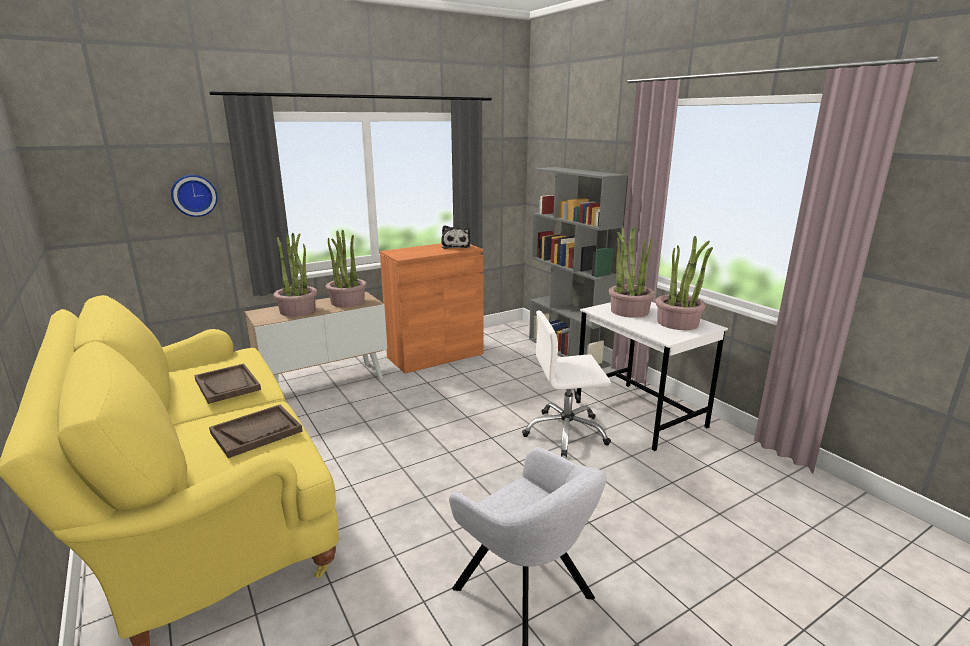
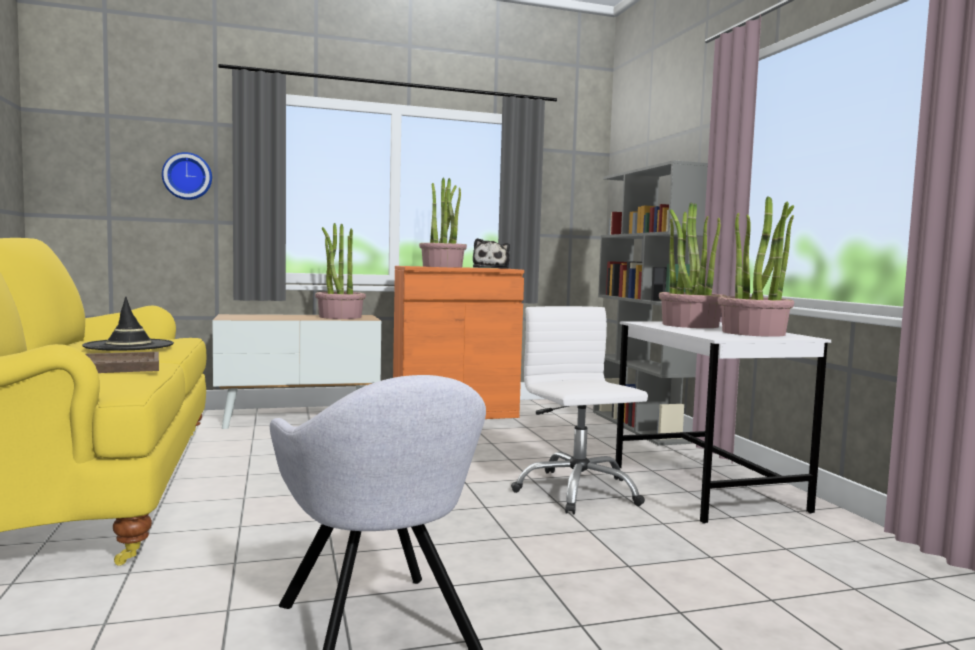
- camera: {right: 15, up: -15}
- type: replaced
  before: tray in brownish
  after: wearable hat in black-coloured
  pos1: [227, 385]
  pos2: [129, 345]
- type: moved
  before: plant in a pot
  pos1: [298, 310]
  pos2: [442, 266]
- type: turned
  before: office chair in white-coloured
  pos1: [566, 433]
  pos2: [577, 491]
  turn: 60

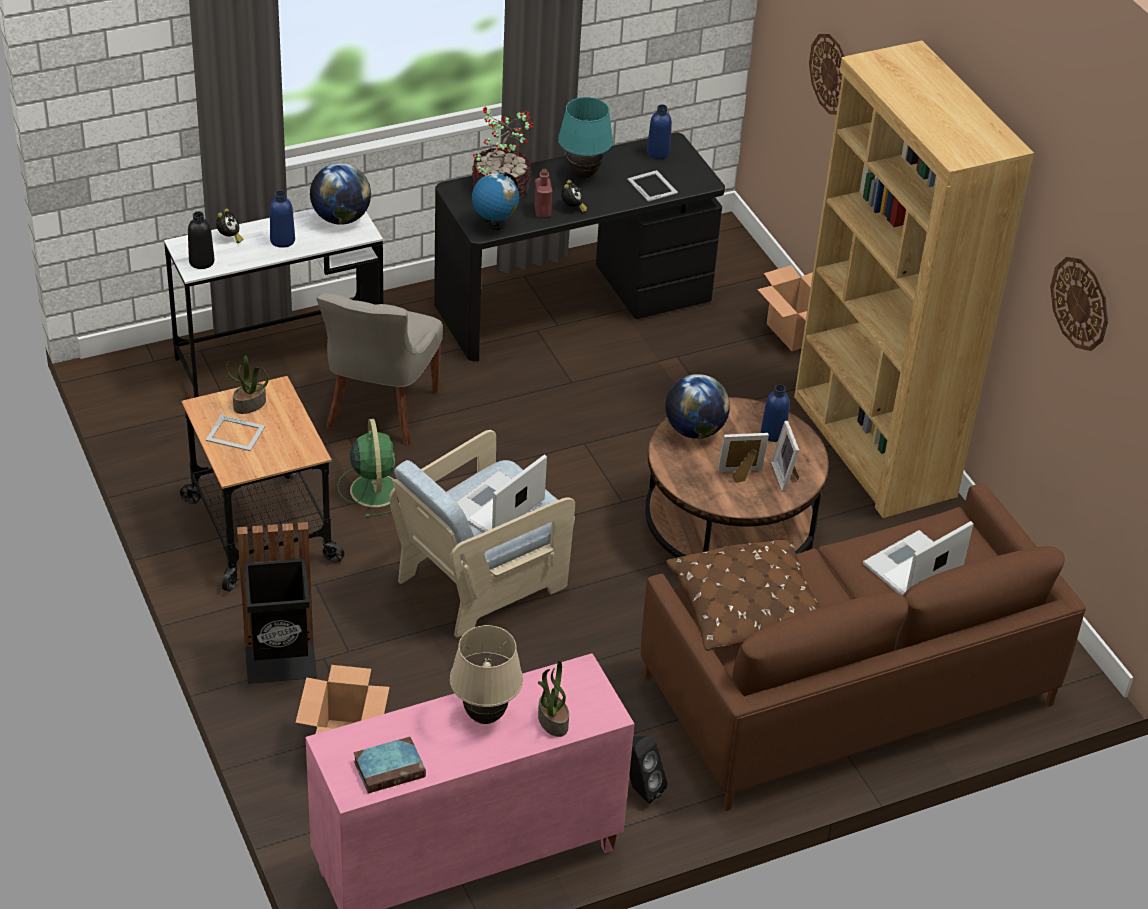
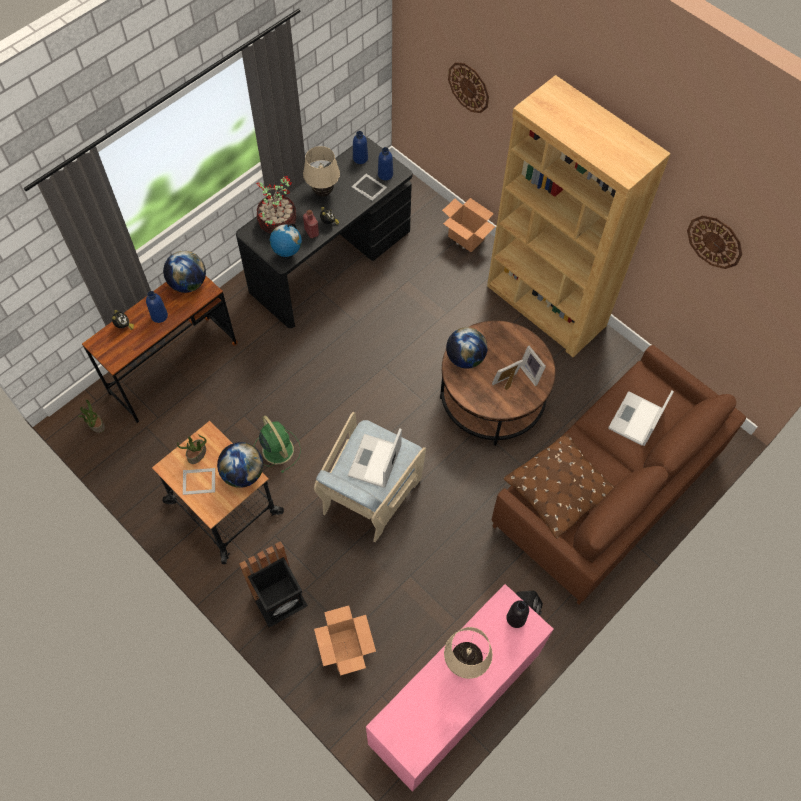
- camera: {right: -20, up: 20}
- type: moved
  before: plant in a pot
  pos1: [552, 721]
  pos2: [95, 425]
- type: recoloured
  before: desk unit in white-coloured
  after: desk unit in brownish
  pos1: [280, 357]
  pos2: [173, 368]
- type: added
  after: desk globe
  pos2: [243, 473]
- type: recoloured
  before: table lamp in turquoise-coloured
  after: table lamp in beige-coloured
  pos1: [583, 175]
  pos2: [323, 193]
- type: moved
  before: bottle in blue
  pos1: [773, 433]
  pos2: [385, 174]
- type: moved
  before: bottle in black-coloured
  pos1: [201, 262]
  pos2: [516, 618]
- type: removed
  before: plain chair in greyish
  pos1: [379, 411]
- type: removed
  before: volume
  pos1: [390, 768]

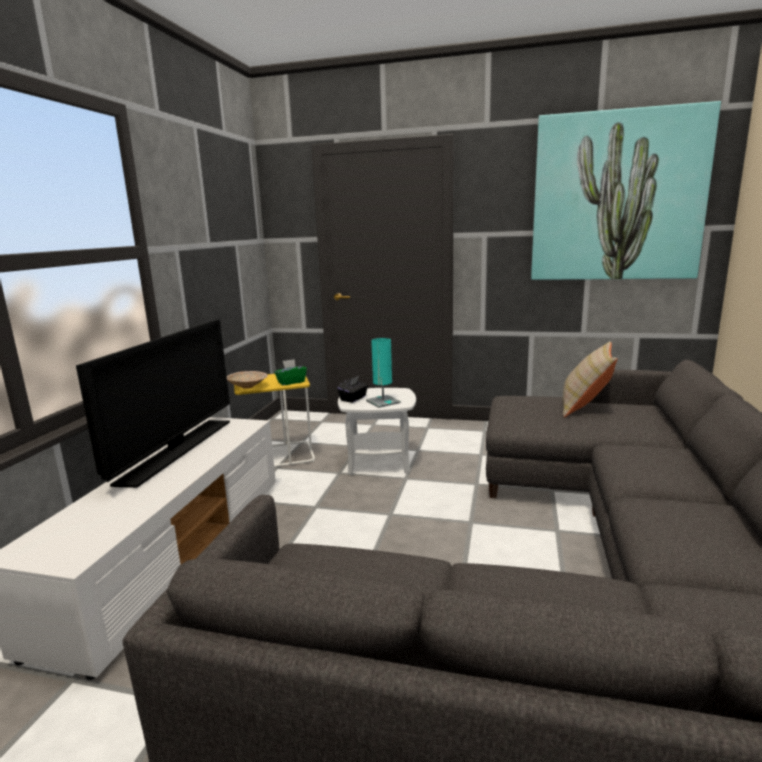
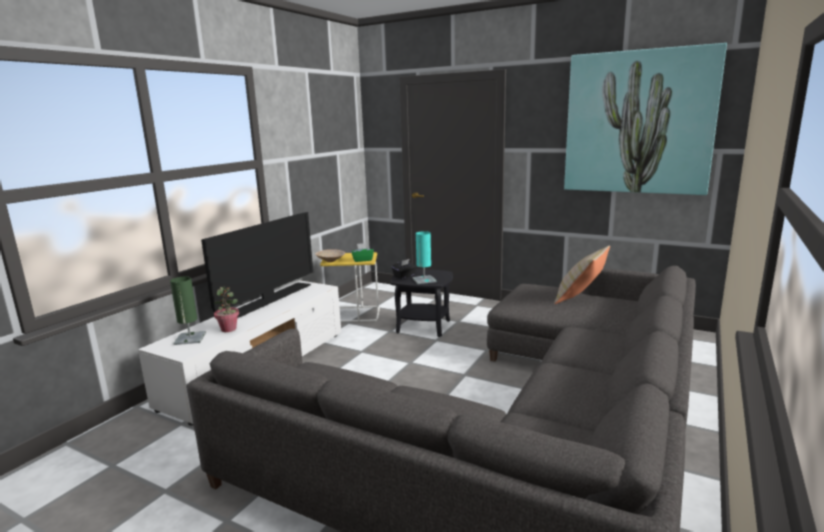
- camera: {right: 15, up: 0}
- type: added
  after: table lamp in greenish
  pos2: [190, 338]
- type: added
  after: plant in a pot
  pos2: [229, 329]
- type: recoloured
  before: side table in white-coloured
  after: side table in black-coloured
  pos1: [379, 462]
  pos2: [423, 327]

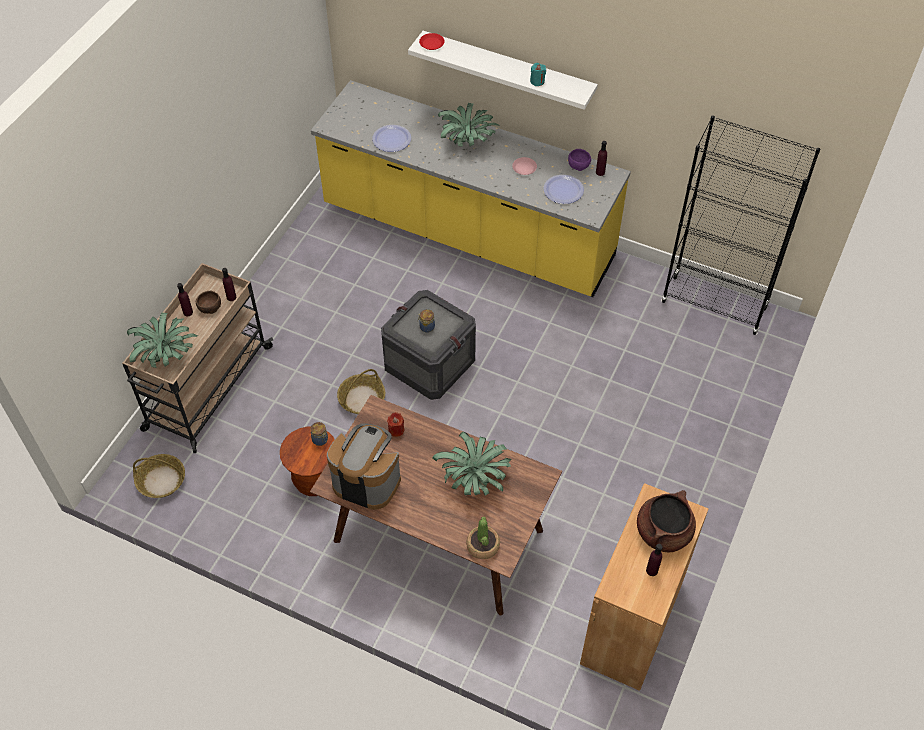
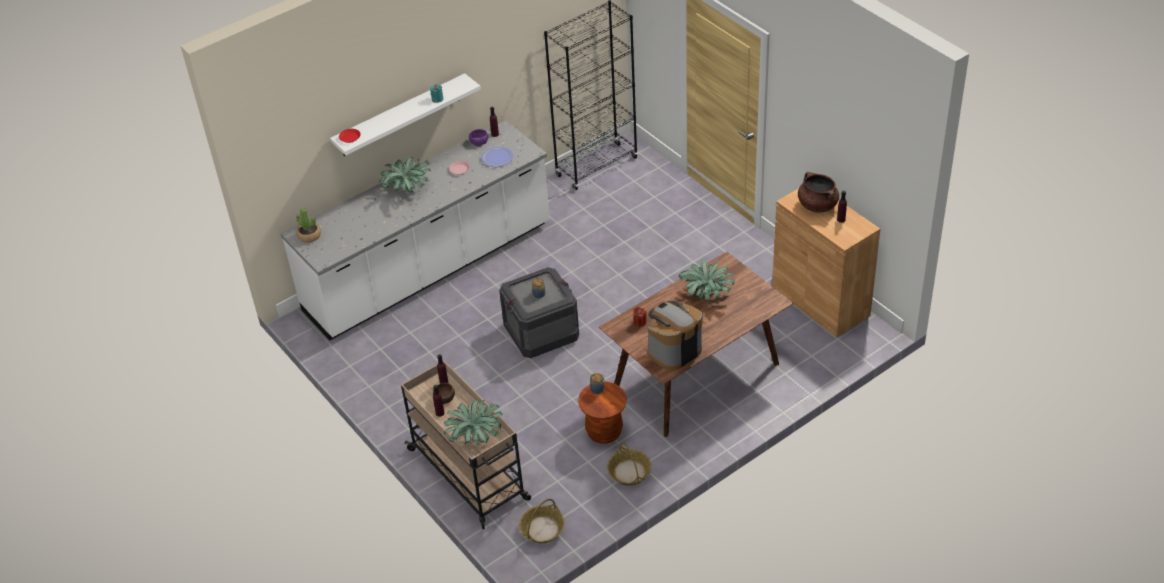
- camera: {right: -60, up: -10}
- type: recoloured
  before: counter in yellow
  after: counter in white-coloured
  pos1: [467, 233]
  pos2: [429, 269]
- type: moved
  before: plant in a pot
  pos1: [483, 545]
  pos2: [309, 235]
- type: moved
  before: basket
  pos1: [362, 399]
  pos2: [629, 472]
- type: removed
  before: flat dish
  pos1: [391, 139]

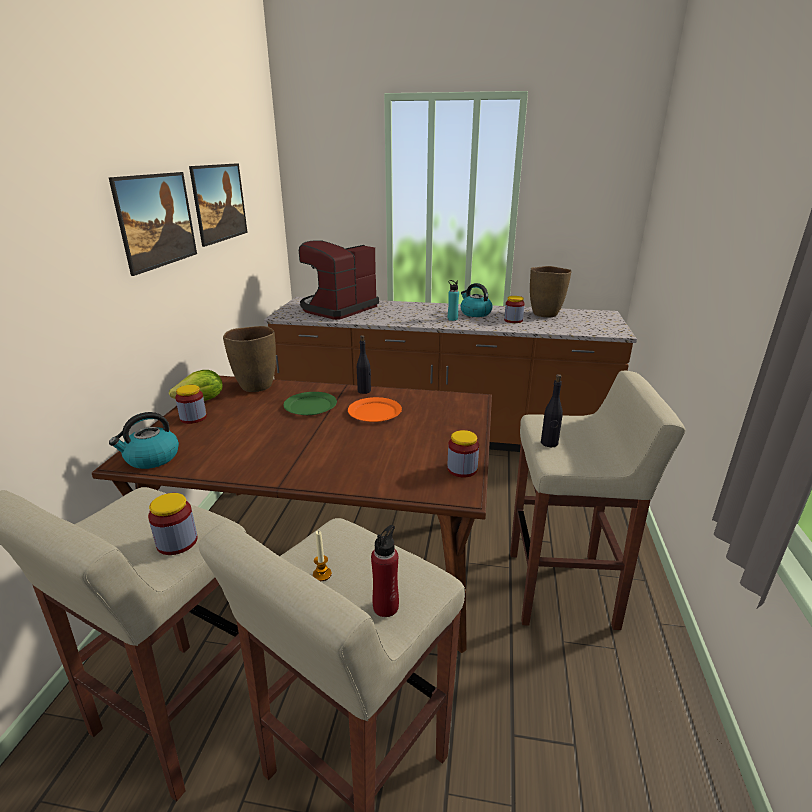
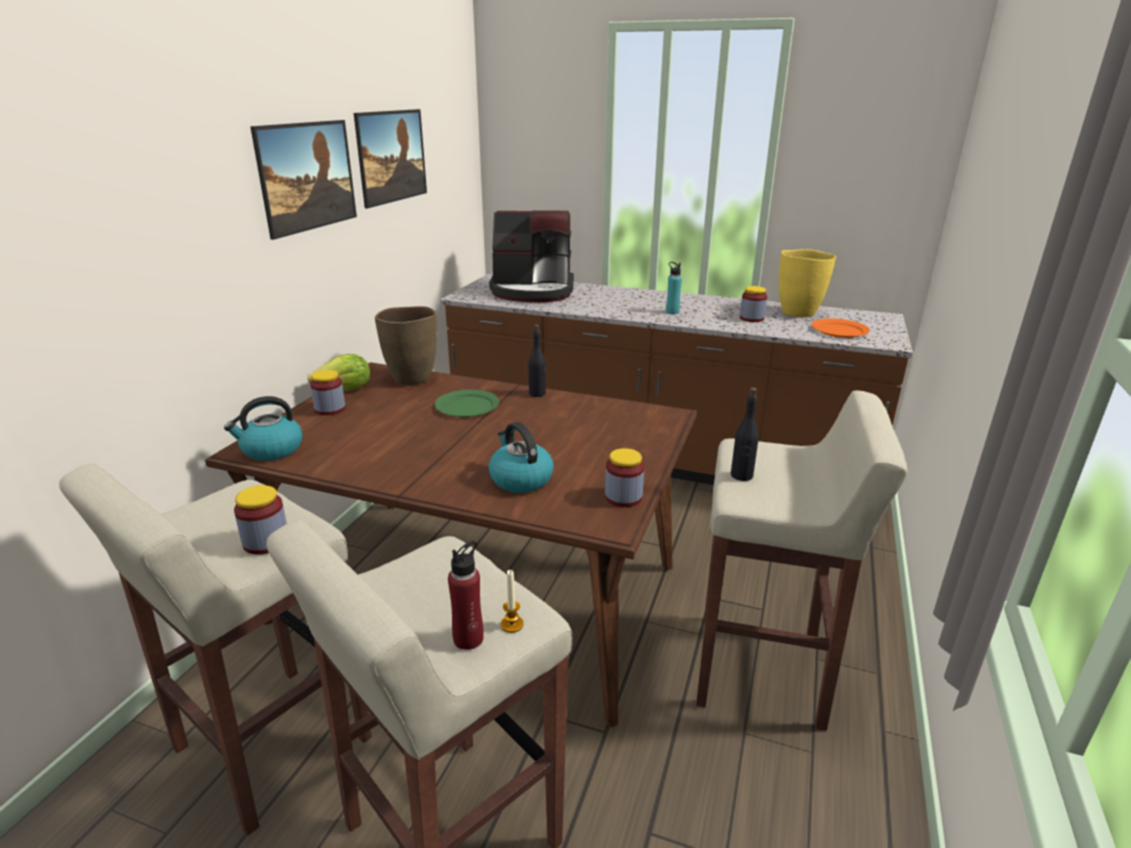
- camera: {right: 10, up: 0}
- type: turned
  before: coffee maker
  pos1: [338, 308]
  pos2: [533, 291]
  turn: -135
- type: moved
  before: water kettle
  pos1: [475, 313]
  pos2: [520, 479]
- type: moved
  before: candle
  pos1: [322, 574]
  pos2: [512, 624]
- type: recoloured
  before: flower vase in brownish
  after: flower vase in yellow
  pos1: [545, 314]
  pos2: [798, 313]
- type: moved
  before: flat dish in orangey
  pos1: [374, 412]
  pos2: [839, 330]

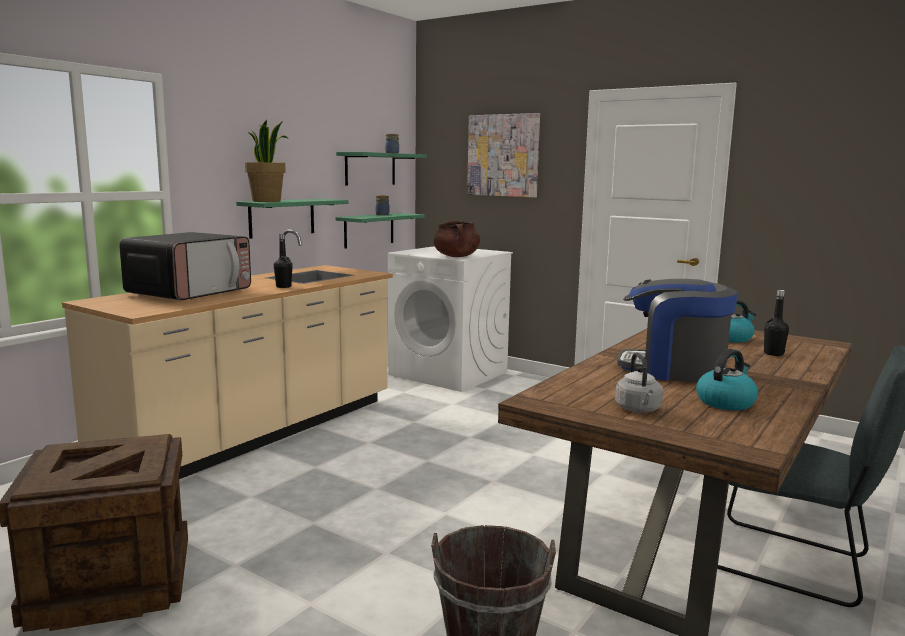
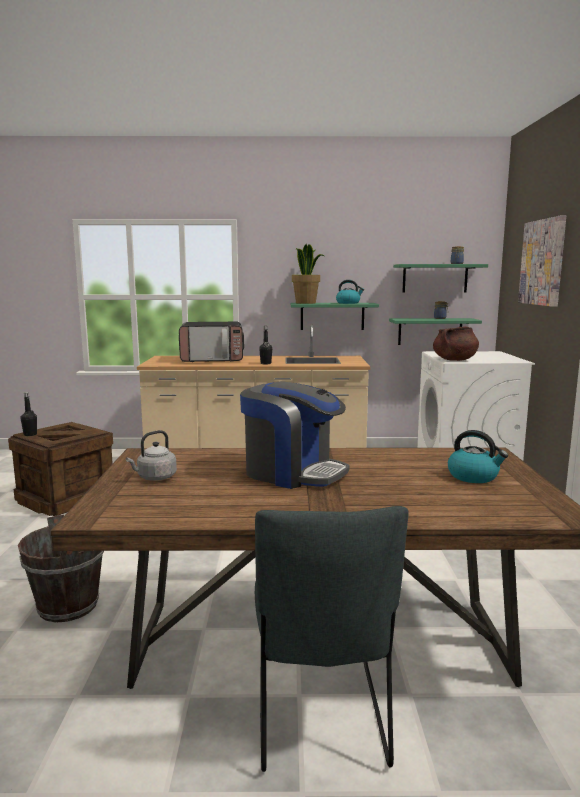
- camera: {right: 55, up: 0}
- type: moved
  before: bottle in black-coloured
  pos1: [773, 354]
  pos2: [30, 434]
- type: turned
  before: coffee maker
  pos1: [673, 370]
  pos2: [293, 472]
  turn: 135
- type: moved
  before: water kettle
  pos1: [725, 402]
  pos2: [348, 303]

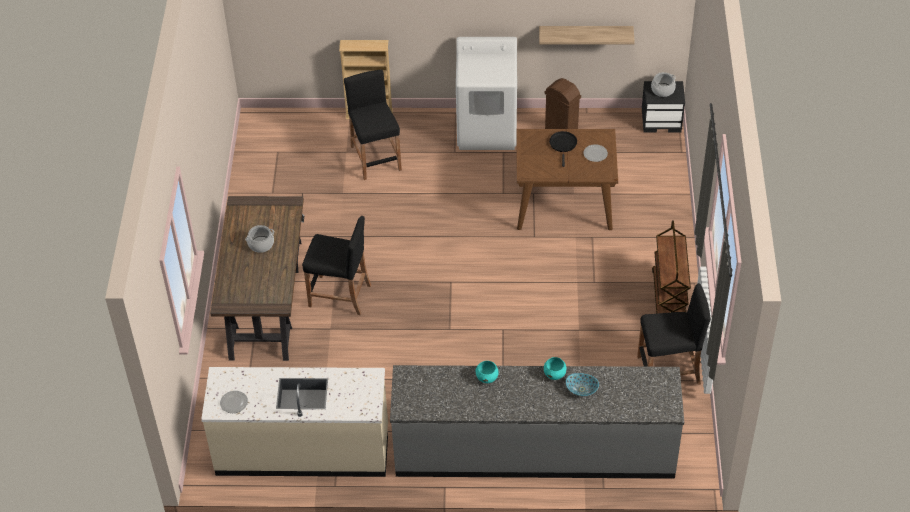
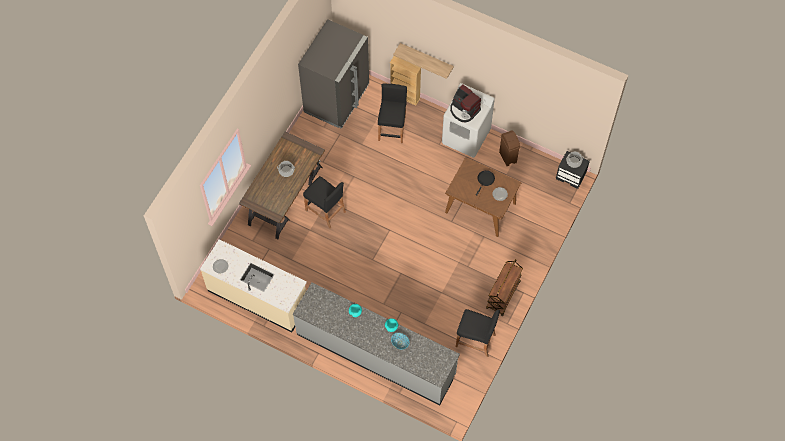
- camera: {right: 25, up: 15}
- type: added
  after: refrigerator in greyish
  pos2: [337, 99]
- type: moved
  before: bracket shelf
  pos1: [585, 34]
  pos2: [426, 58]
- type: added
  after: coffee maker
  pos2: [464, 110]

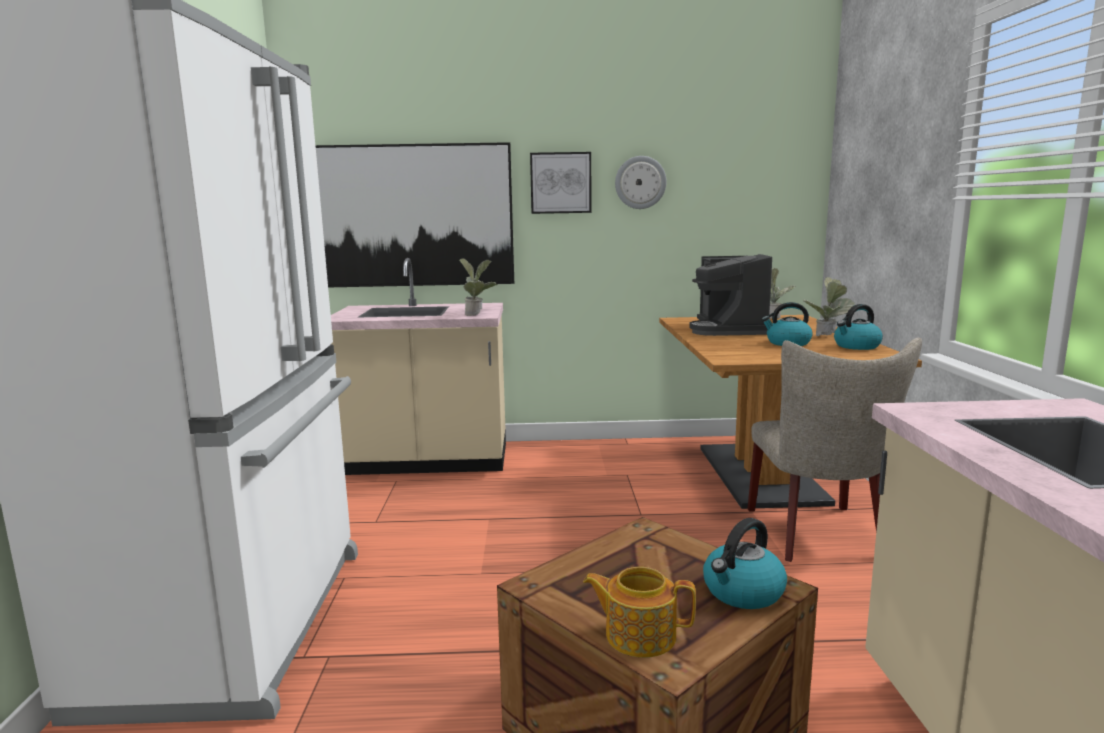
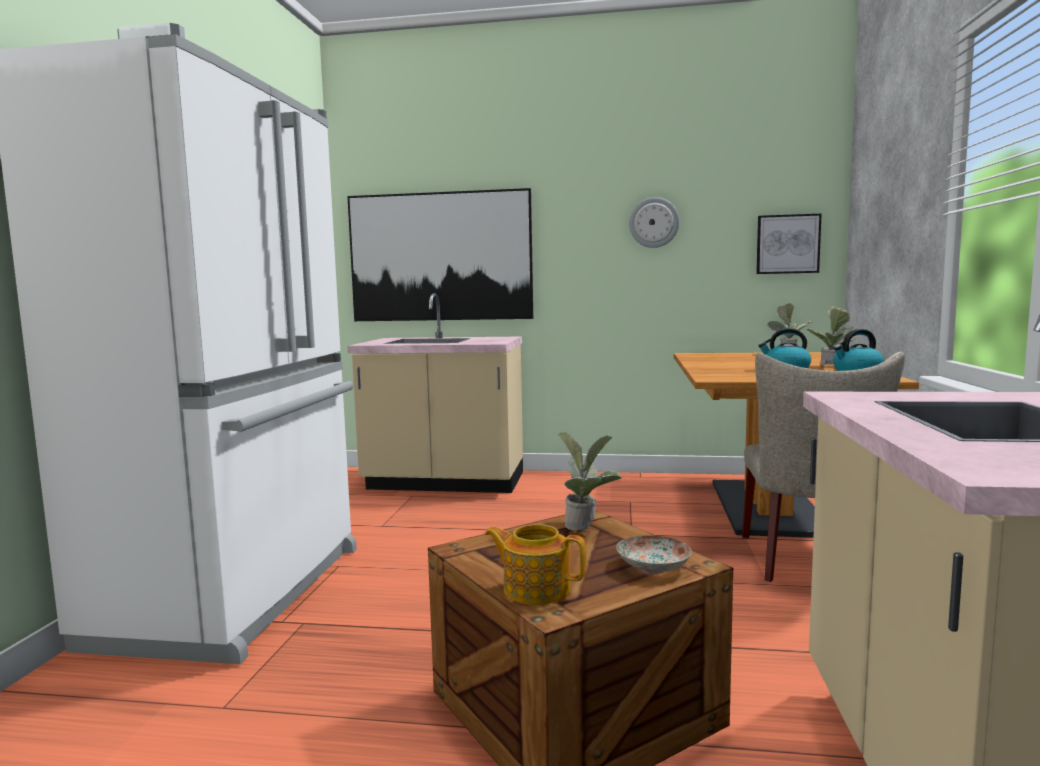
- camera: {right: 10, up: -5}
- type: moved
  before: plant in a pot
  pos1: [478, 314]
  pos2: [587, 526]
- type: replaced
  before: water kettle
  after: flat dish
  pos1: [742, 592]
  pos2: [654, 566]
- type: moved
  before: picture
  pos1: [560, 183]
  pos2: [787, 244]
- type: removed
  before: coffee maker
  pos1: [729, 329]

